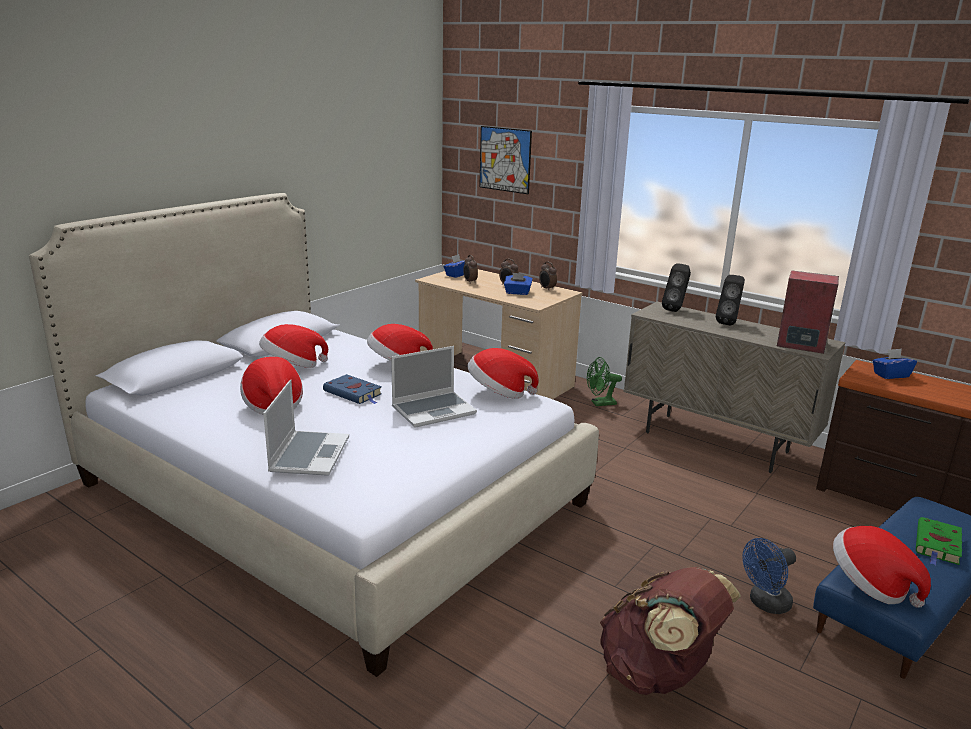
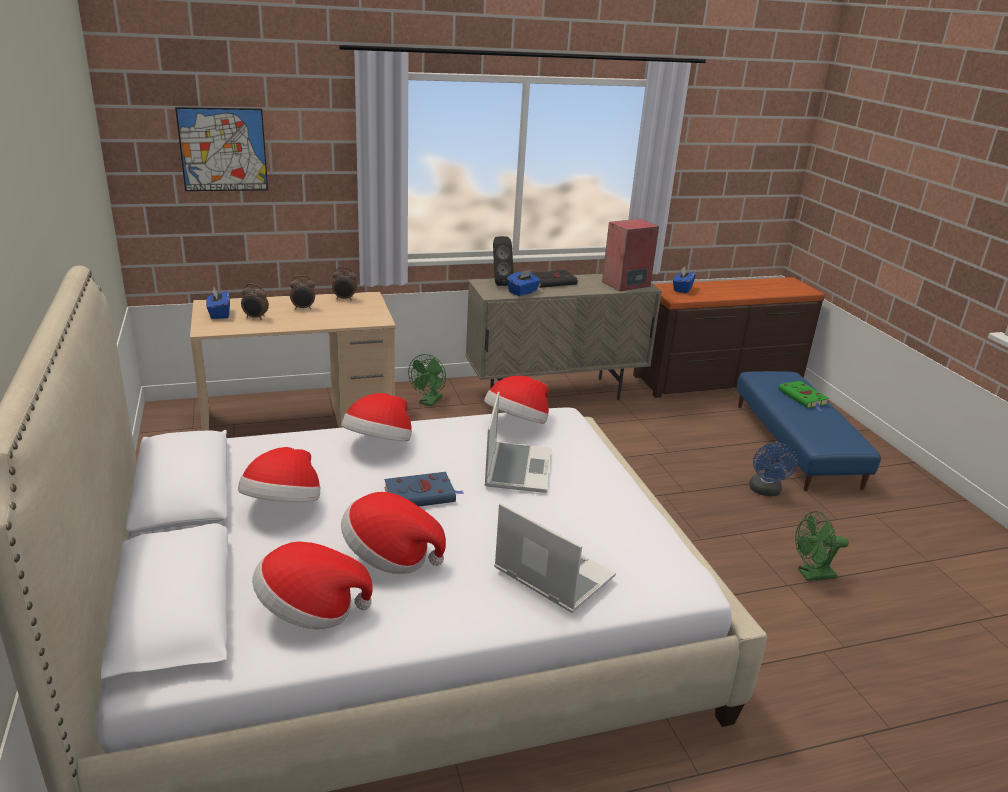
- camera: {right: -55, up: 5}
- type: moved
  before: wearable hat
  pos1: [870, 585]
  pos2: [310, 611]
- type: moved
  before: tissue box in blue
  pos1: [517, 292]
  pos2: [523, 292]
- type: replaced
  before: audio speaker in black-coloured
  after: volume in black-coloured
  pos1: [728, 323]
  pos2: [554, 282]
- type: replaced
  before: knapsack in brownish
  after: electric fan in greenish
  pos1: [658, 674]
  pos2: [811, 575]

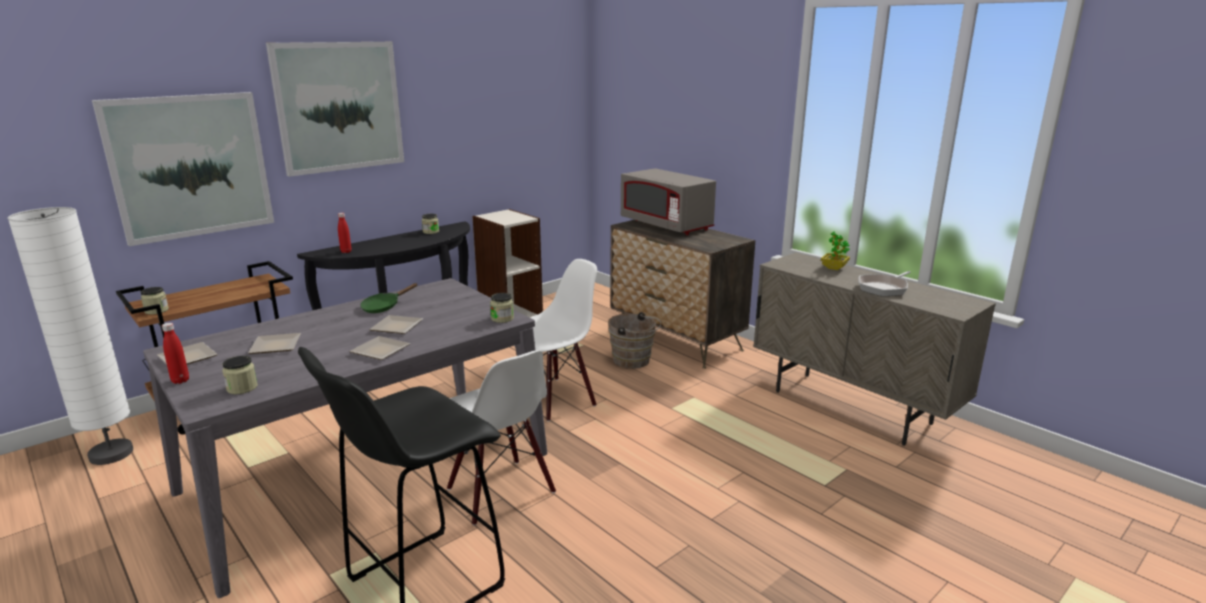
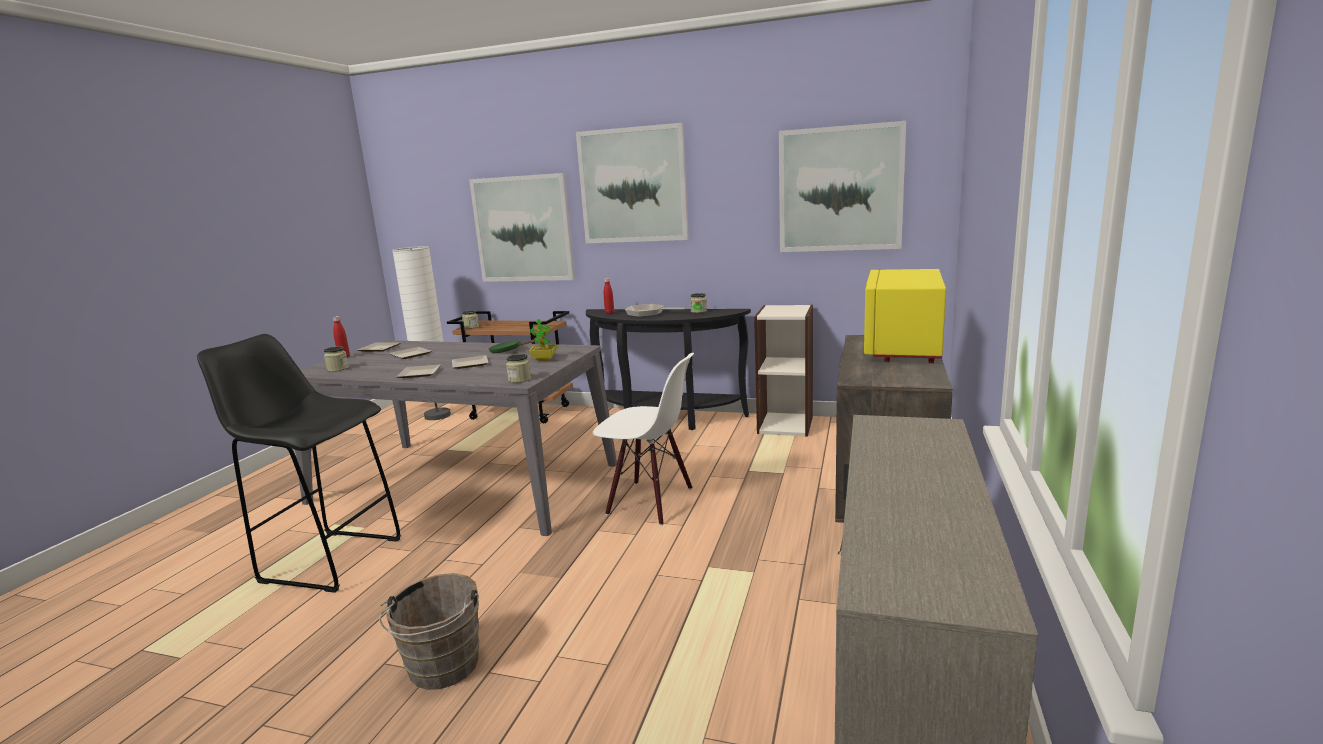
- camera: {right: 60, up: -5}
- type: moved
  before: bucket in brownish
  pos1: [634, 361]
  pos2: [441, 669]
- type: moved
  before: plant in a pot
  pos1: [834, 268]
  pos2: [544, 359]
- type: moved
  before: pan
  pos1: [884, 288]
  pos2: [648, 313]
- type: added
  after: picture
  pos2: [840, 189]
- type: recoloured
  before: microwave in greyish
  after: microwave in yellow
  pos1: [666, 225]
  pos2: [901, 348]
- type: removed
  before: plain chair in white-coloured
  pos1: [499, 491]

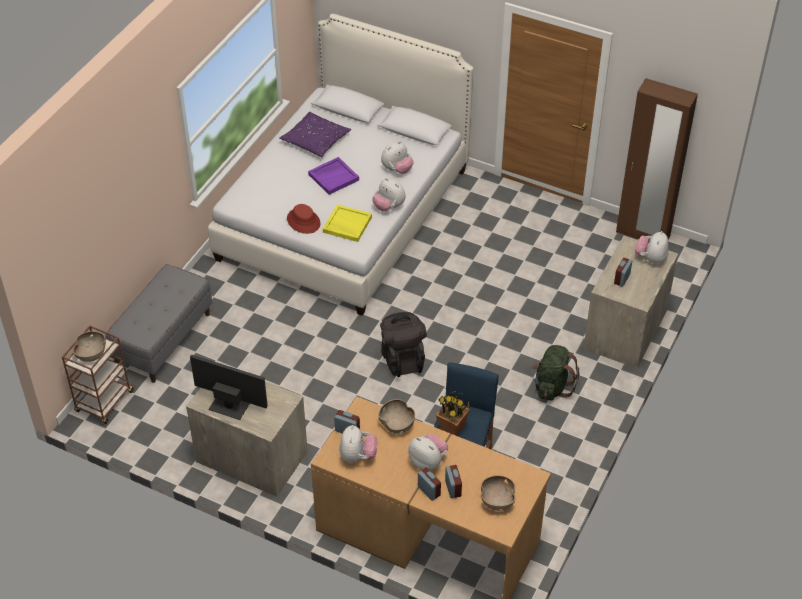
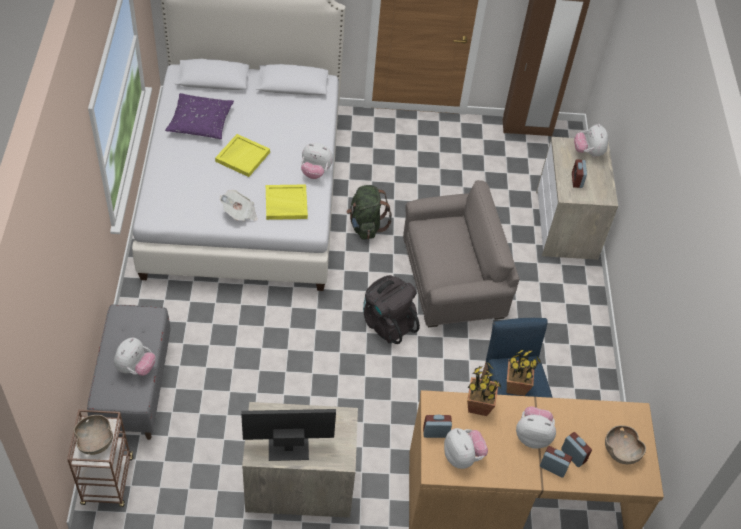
- camera: {right: -30, up: 5}
- type: moved
  before: cuddly toy
  pos1: [397, 169]
  pos2: [135, 368]
- type: recoloured
  before: tray in purple-coloured
  after: tray in yellow
  pos1: [333, 177]
  pos2: [242, 156]
- type: replaced
  before: wearable hat in reddish
  after: printed paper
  pos1: [303, 221]
  pos2: [239, 213]
- type: moved
  before: knapsack in greenish
  pos1: [552, 387]
  pos2: [366, 225]
- type: added
  after: armchair in greyish
  pos2: [452, 279]
- type: replaced
  before: bowl in brownish
  after: plant in a pot
  pos1: [397, 424]
  pos2: [479, 406]

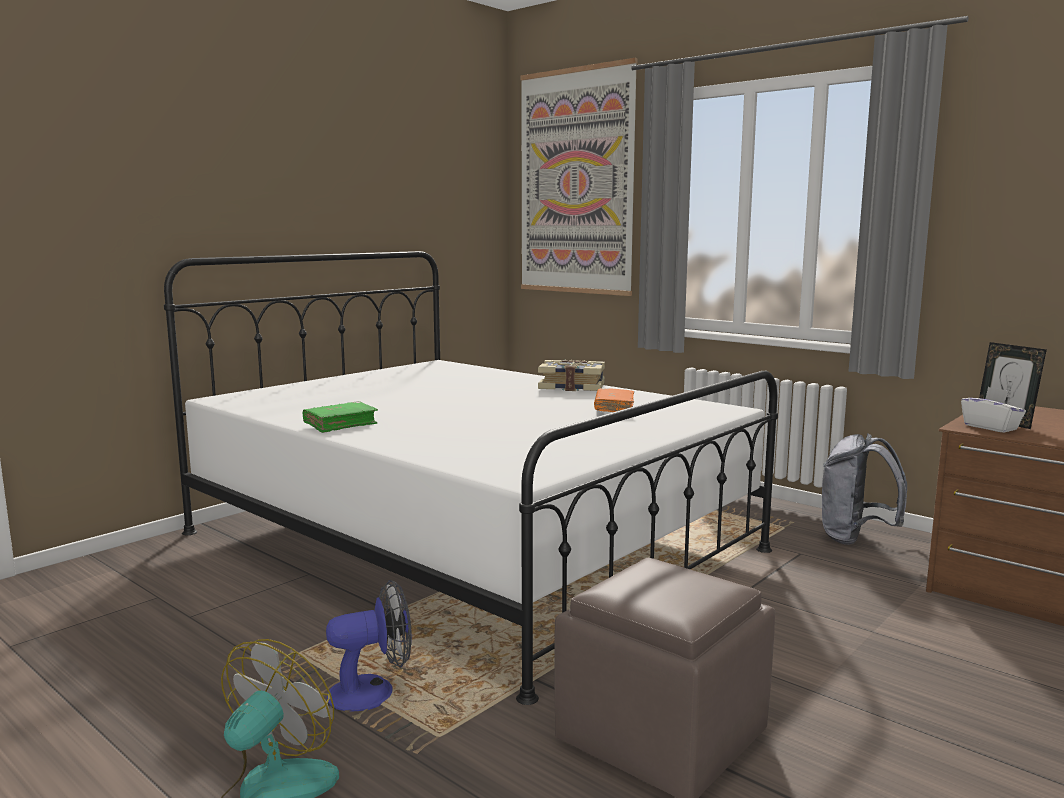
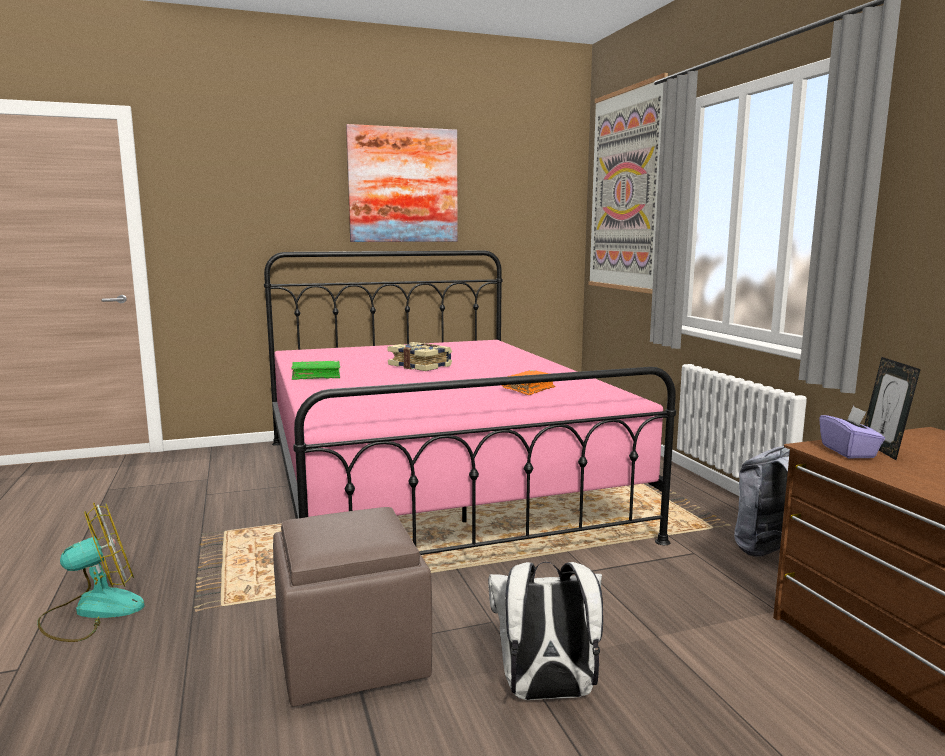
- camera: {right: 30, up: 0}
- type: recoloured
  before: bed in white-coloured
  after: bed in pinkish
  pos1: [469, 541]
  pos2: [433, 483]
- type: added
  after: picture
  pos2: [403, 185]
- type: moved
  before: volume
  pos1: [572, 387]
  pos2: [420, 366]
- type: added
  after: knapsack in white-coloured
  pos2: [546, 694]
- type: recoloured
  before: tissue box in white-coloured
  after: tissue box in purple-coloured
  pos1: [990, 427]
  pos2: [848, 451]
- type: removed
  before: electric fan
  pos1: [373, 691]

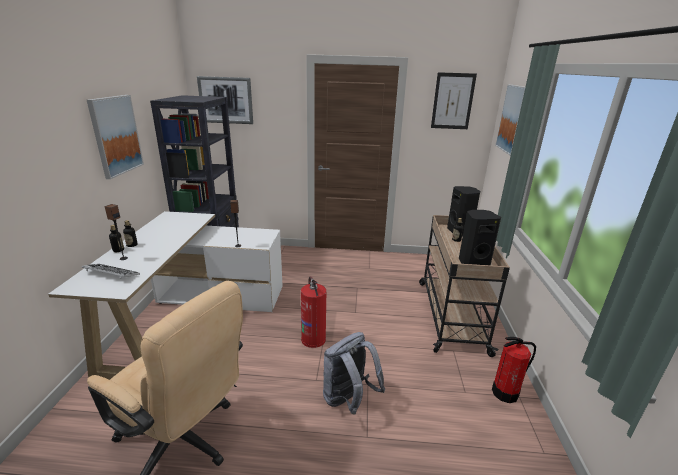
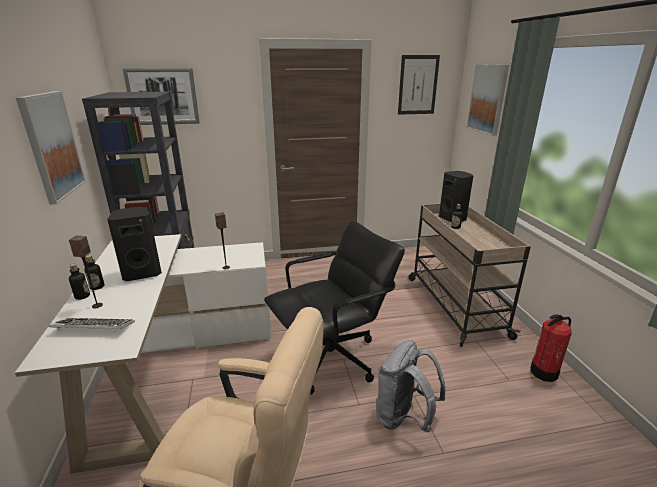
- camera: {right: -15, up: 0}
- type: moved
  before: audio speaker in black-coloured
  pos1: [473, 263]
  pos2: [142, 273]
- type: replaced
  before: fire-fighting cylinder
  after: office chair in black-coloured
  pos1: [313, 338]
  pos2: [332, 359]

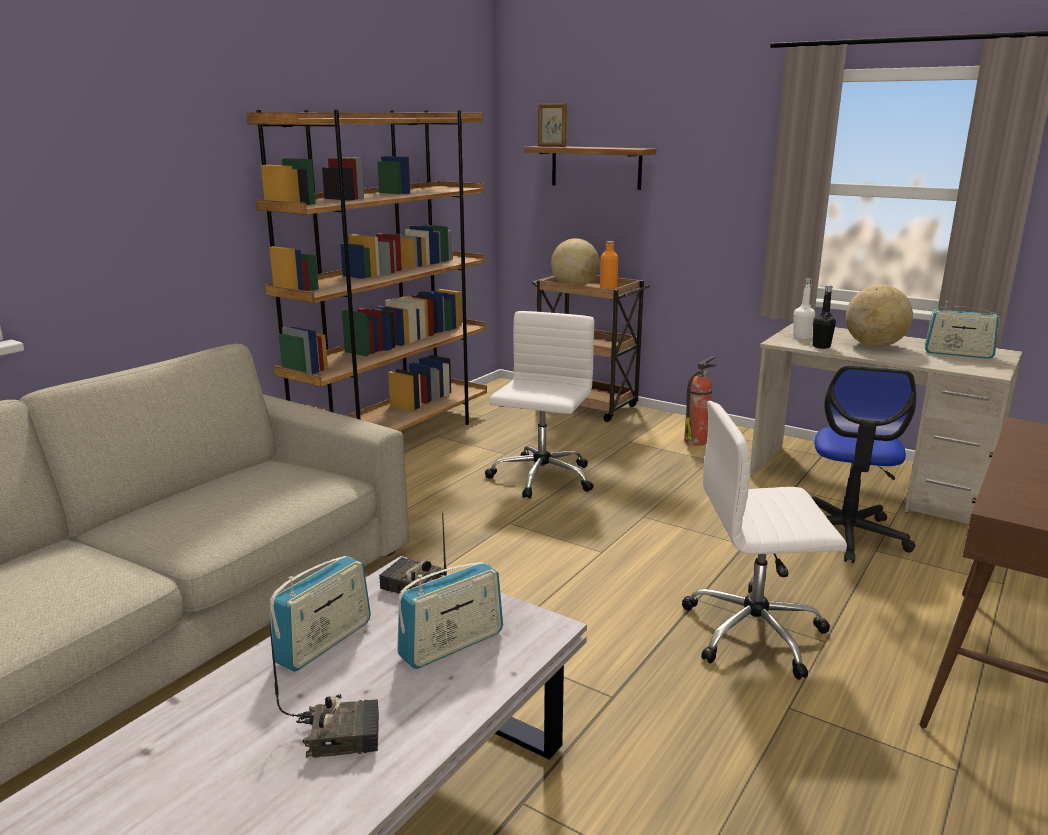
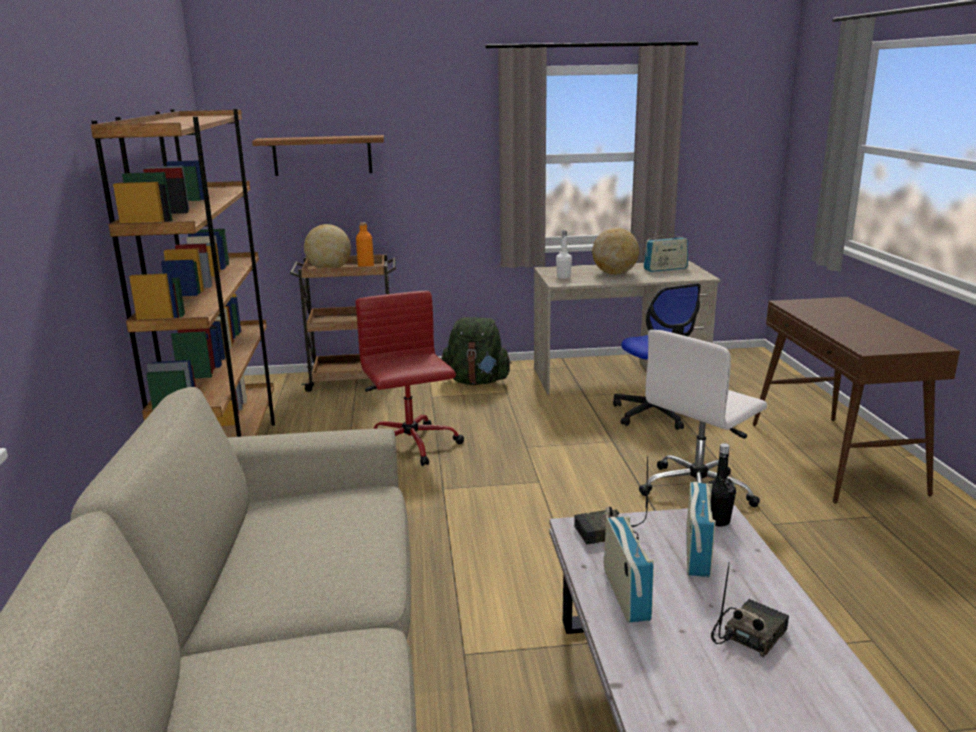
- camera: {right: -40, up: 0}
- type: recoloured
  before: office chair in white-coloured
  after: office chair in reddish
  pos1: [541, 478]
  pos2: [411, 447]
- type: replaced
  before: fire-fighting cylinder
  after: knapsack in greenish
  pos1: [696, 441]
  pos2: [476, 381]
- type: moved
  before: bottle in black-coloured
  pos1: [821, 346]
  pos2: [717, 521]
- type: removed
  before: picture frame
  pos1: [551, 146]

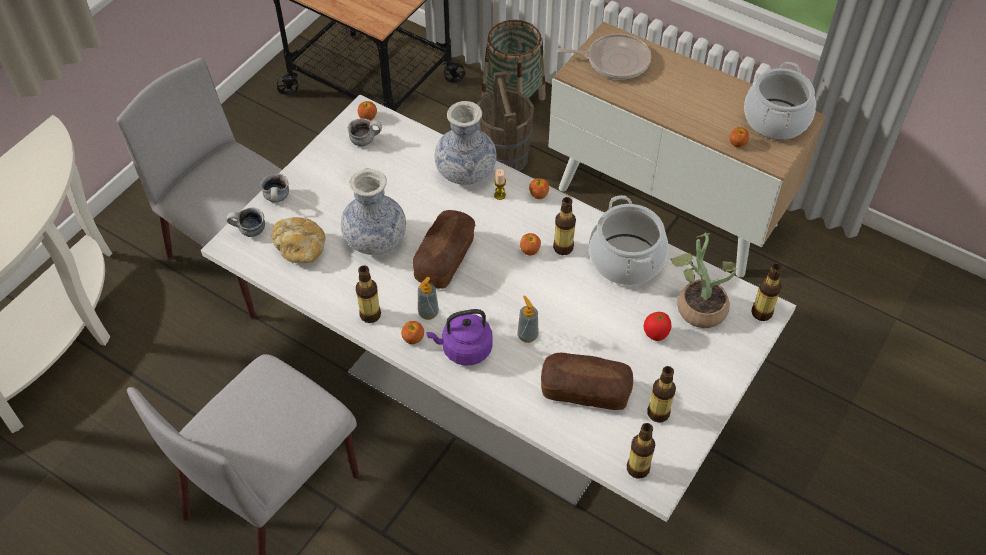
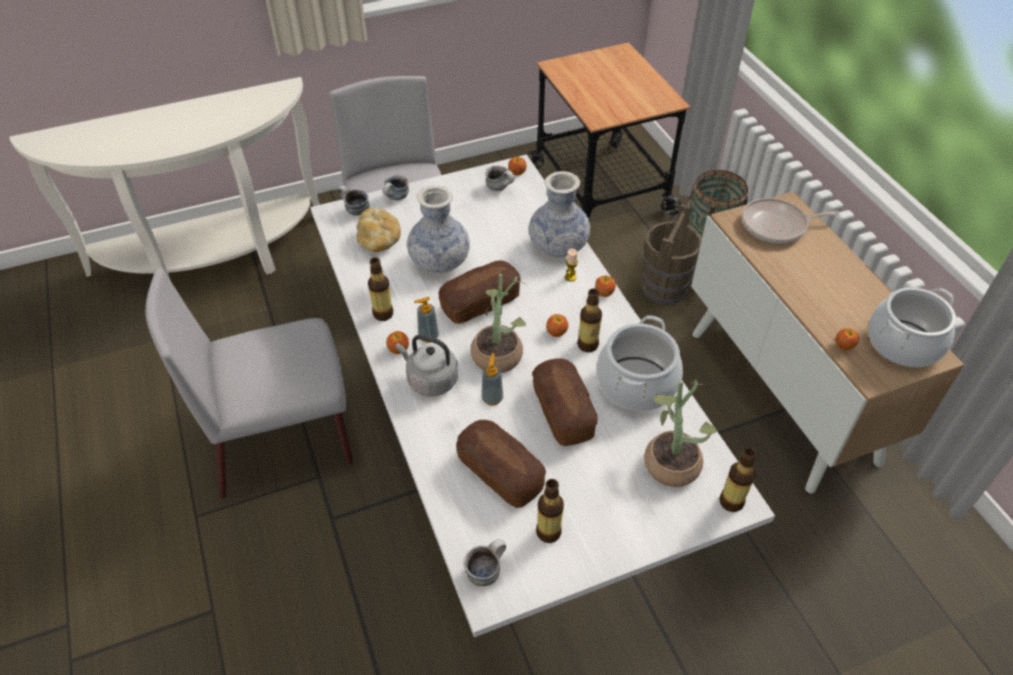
- camera: {right: 35, up: -5}
- type: recoloured
  before: water kettle in purple-coloured
  after: water kettle in greyish
  pos1: [464, 349]
  pos2: [430, 380]
- type: replaced
  before: bottle
  after: mug
  pos1: [638, 468]
  pos2: [485, 569]
- type: added
  after: plant in a pot
  pos2: [499, 351]
- type: added
  after: bread
  pos2: [562, 411]
- type: turned
  before: pan
  pos1: [614, 61]
  pos2: [777, 226]
  turn: 135
- type: removed
  before: tomato
  pos1: [655, 335]

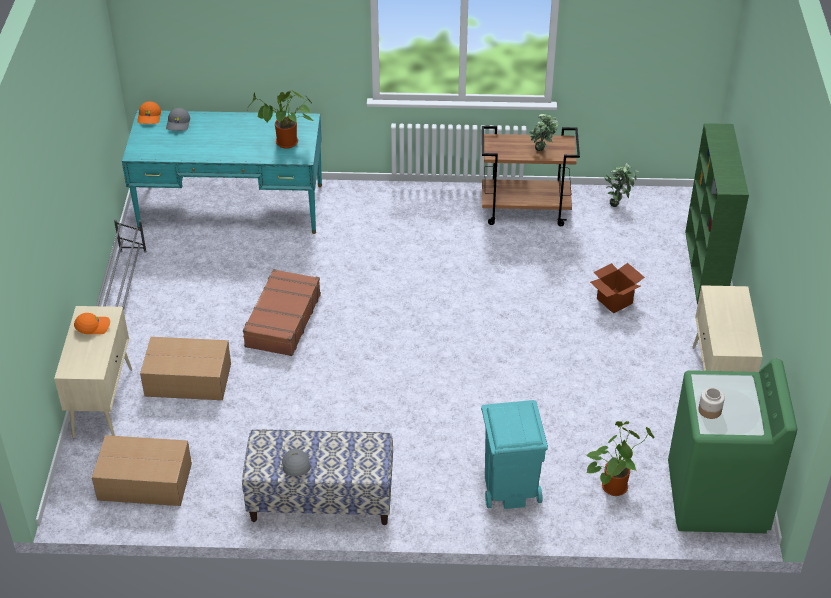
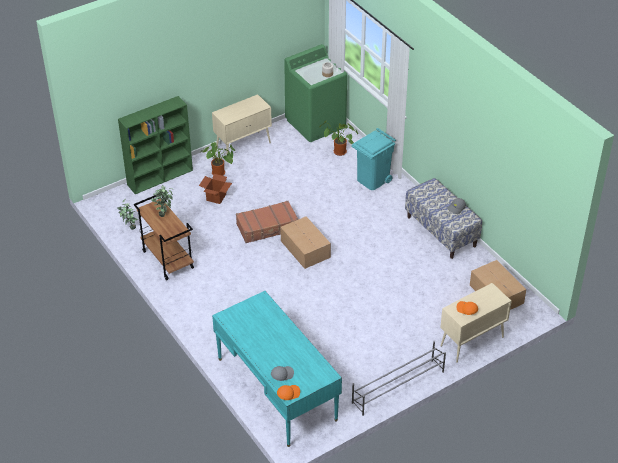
- camera: {right: -125, up: 0}
- type: moved
  before: plant in a pot
  pos1: [285, 144]
  pos2: [220, 173]
- type: moved
  before: piece of luggage in brownish
  pos1: [282, 320]
  pos2: [267, 227]
- type: moved
  before: carton
  pos1: [187, 379]
  pos2: [305, 249]

